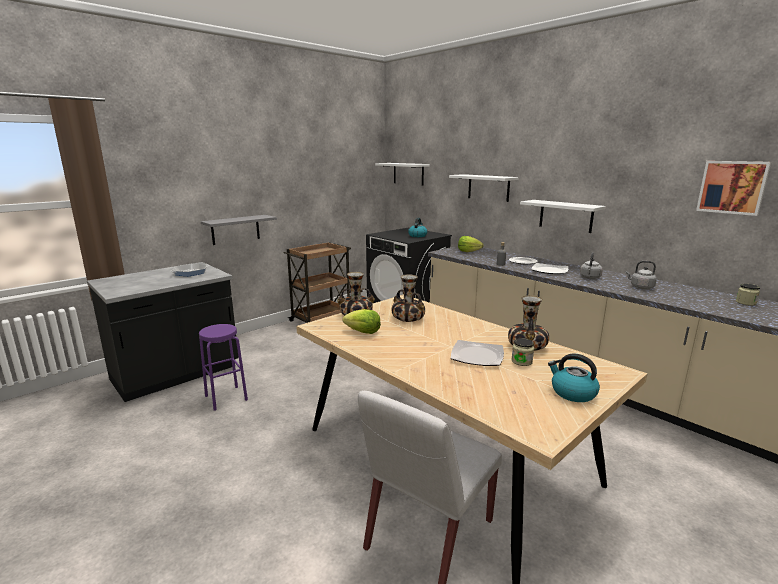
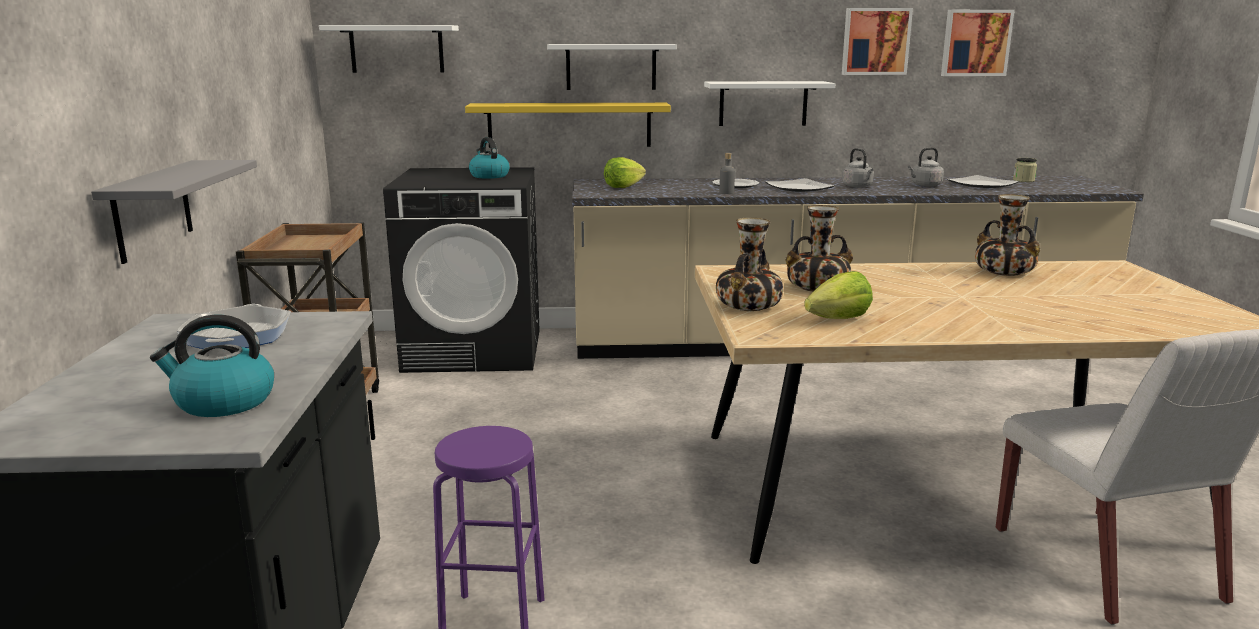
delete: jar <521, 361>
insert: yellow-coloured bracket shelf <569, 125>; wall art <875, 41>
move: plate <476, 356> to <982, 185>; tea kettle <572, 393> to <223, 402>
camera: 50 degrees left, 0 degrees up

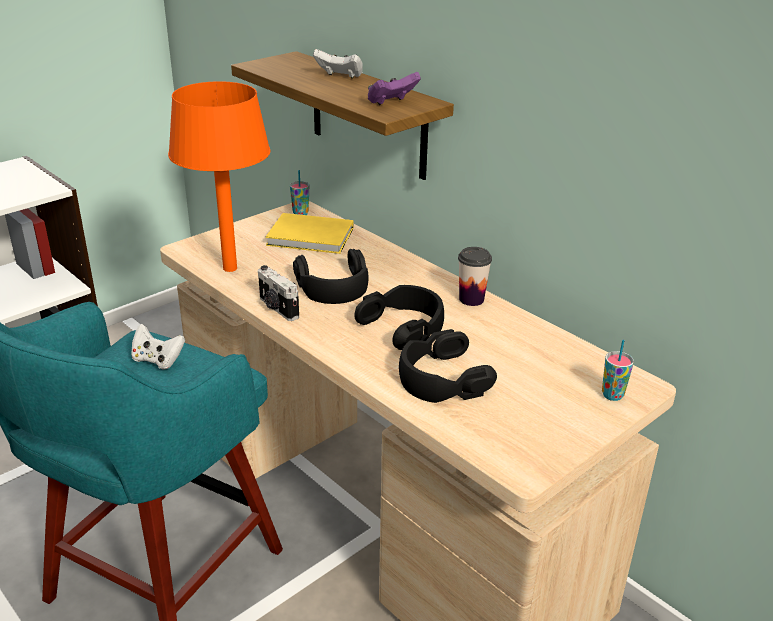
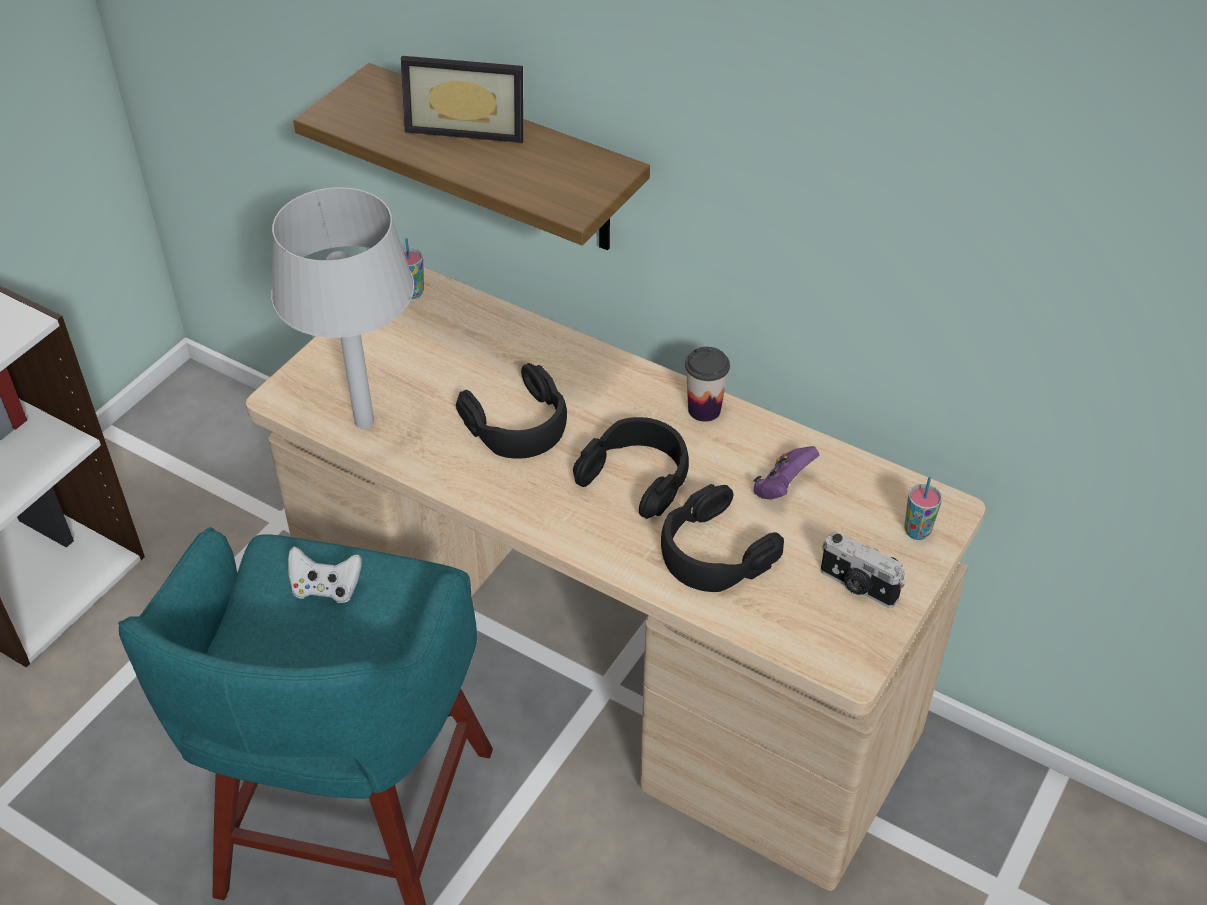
delete: yellow-coloured bound book <312, 237>
move: still camera <277, 308> to <857, 586>; purplish gamepad <391, 103> to <782, 487>
replace: white gamepad <340, 77> to photo frame <468, 125>
recolor: orangey tabletop lamp <229, 268> to greyish tabletop lamp <363, 421>
camera: 15 degrees left, 15 degrees up

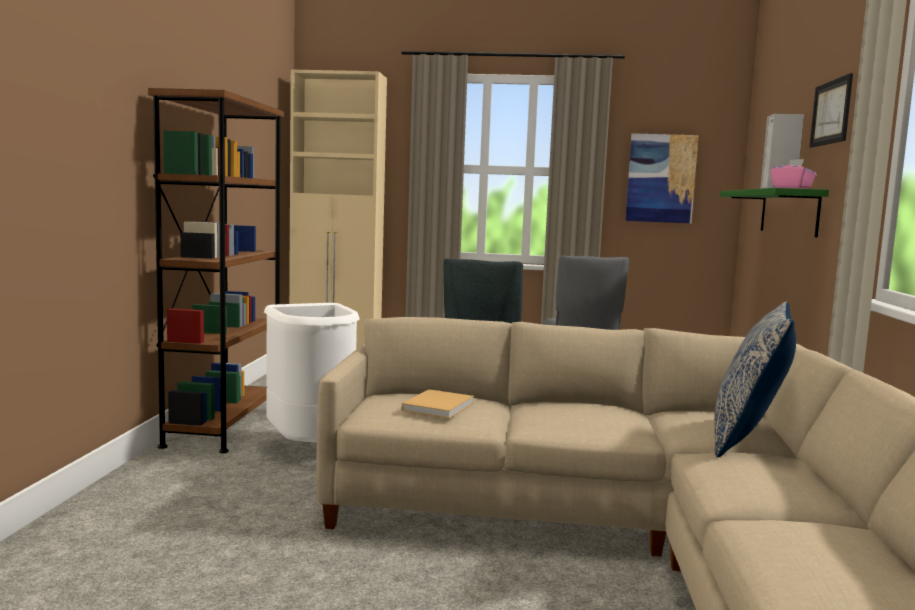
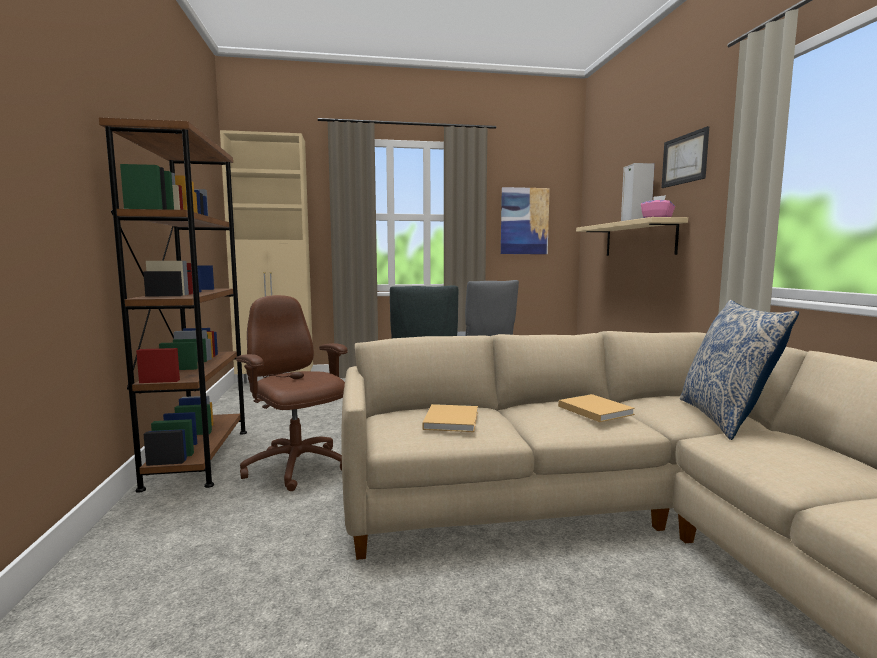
insert: beige-coloured bound book <593, 410>
replace: white trash can <313, 448> to brown office chair <297, 468>
recolor: green-coloured bracket shelf <788, 212> to beige-coloured bracket shelf <639, 239>
camera: 15 degrees left, 0 degrees up

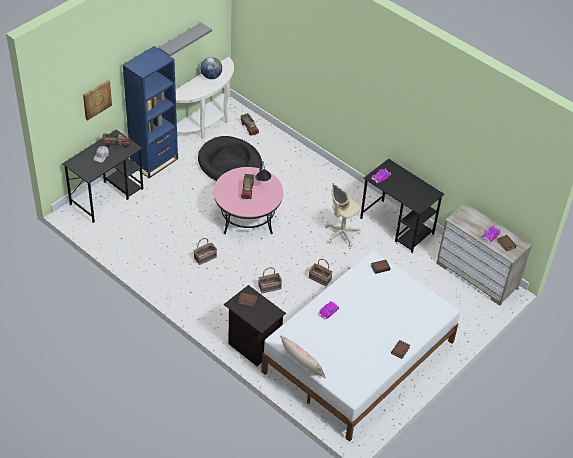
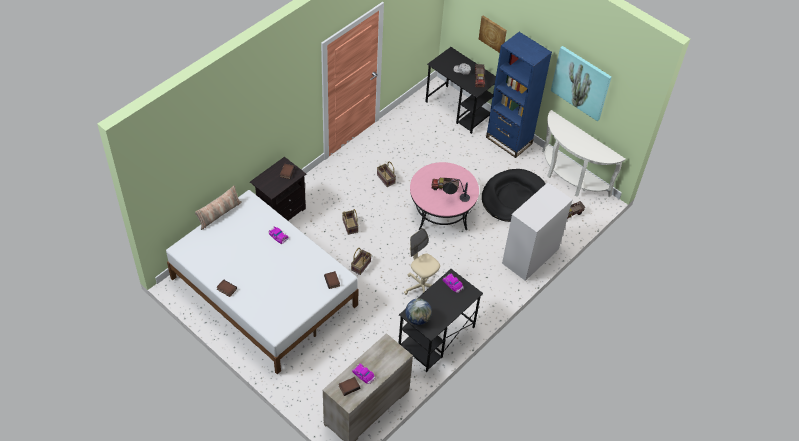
insert: white chest of drawers <530, 256>
move: globe <211, 76> to <417, 318>
replace: greyish bracket shelf <180, 42> to wall art <581, 82>
camera: 90 degrees right, 5 degrees up

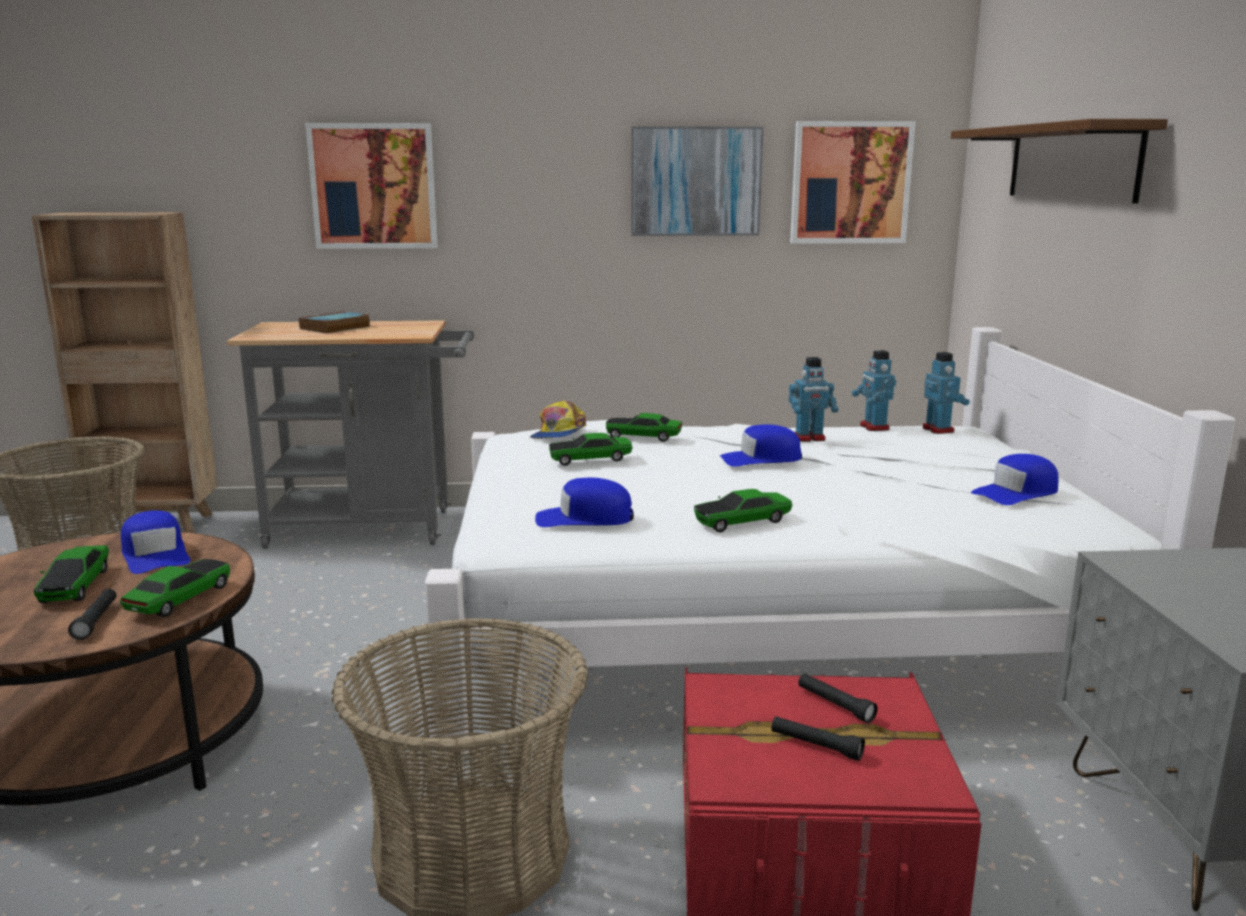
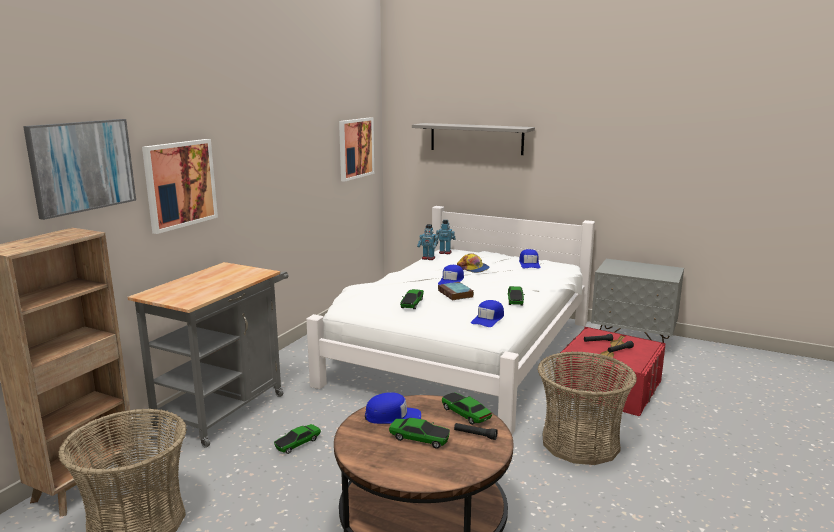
delete: robot figure <809, 438>
move: bound book <334, 328> to <456, 294>; baseball cap <559, 433> to <473, 268>; toy car <643, 437> to <297, 443>; wall art <695, 181> to <82, 166>
recolor: brown bracket shelf <1071, 162> to greyish bracket shelf <476, 138>
camera: 60 degrees left, 0 degrees up

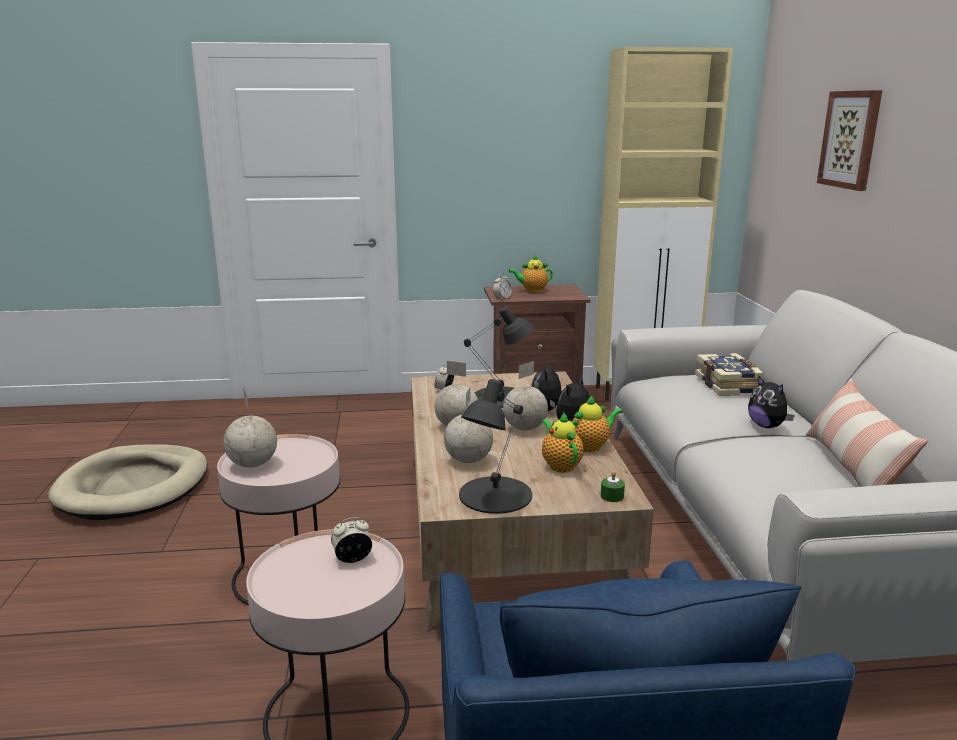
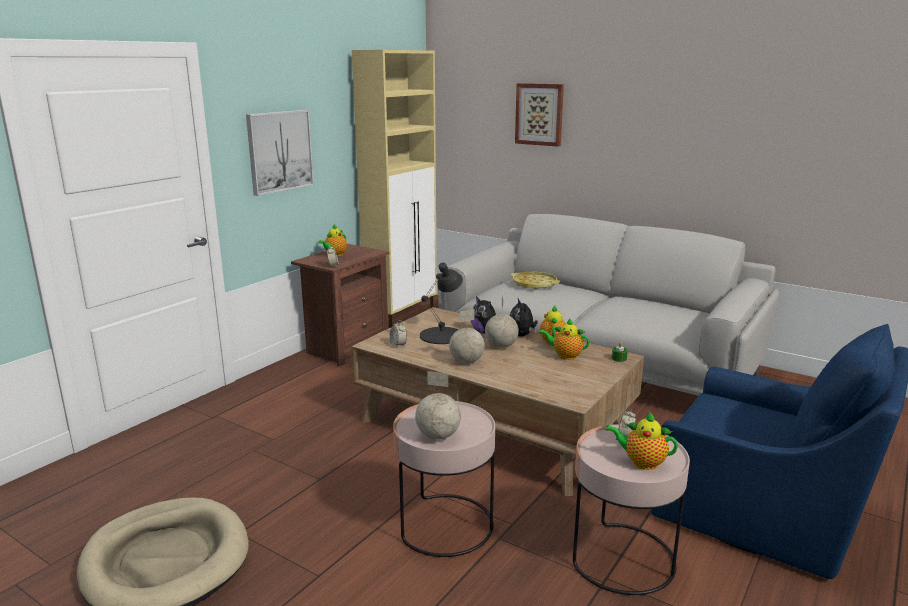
delete: globe <469, 460>; black-coloured tabletop lamp <494, 495>; plush toy <767, 426>; throw pillow <852, 467>
insert: wall art <279, 151>; pot for tea <641, 462>
replace: bound book <729, 385> to yellow-coloured serving tray <534, 284>
camera: 50 degrees left, 0 degrees up

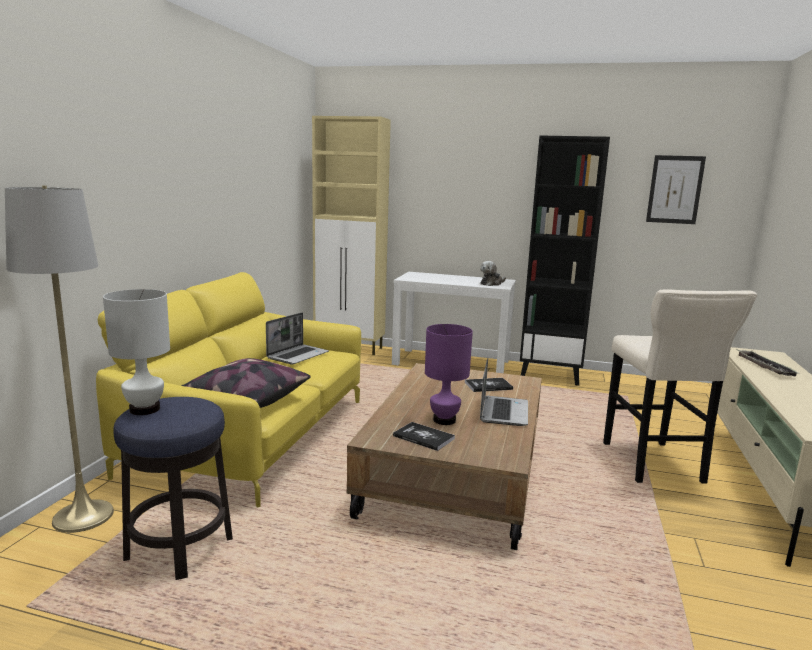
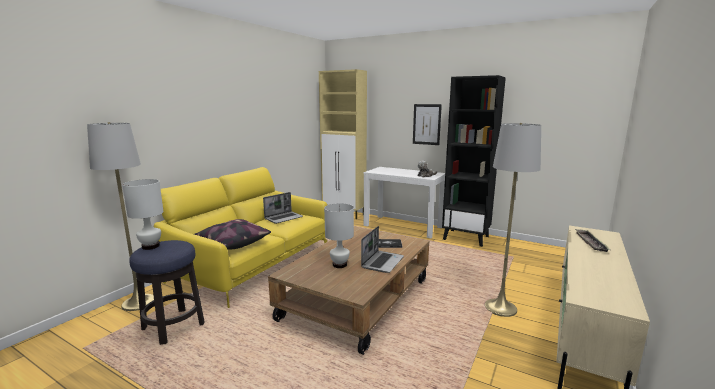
delete: bound book <423, 437>
move: wall art <675, 189> to <426, 124>
replace: beige-coloured stool <653, 465> to greyish standard lamp <500, 308>
recolor: purplish tabletop lamp <443, 420> to white tabletop lamp <339, 265>
camera: 15 degrees right, 0 degrees up

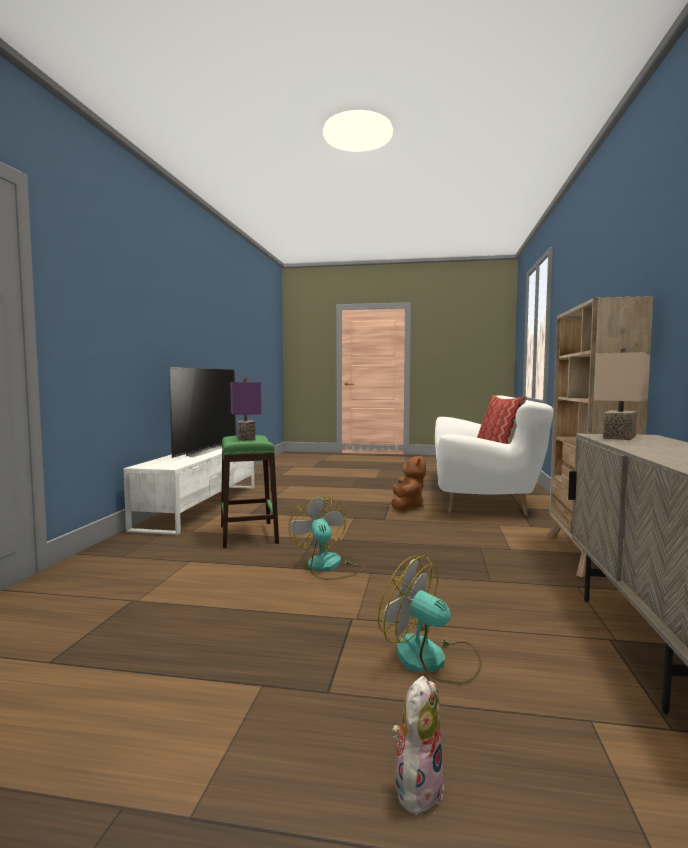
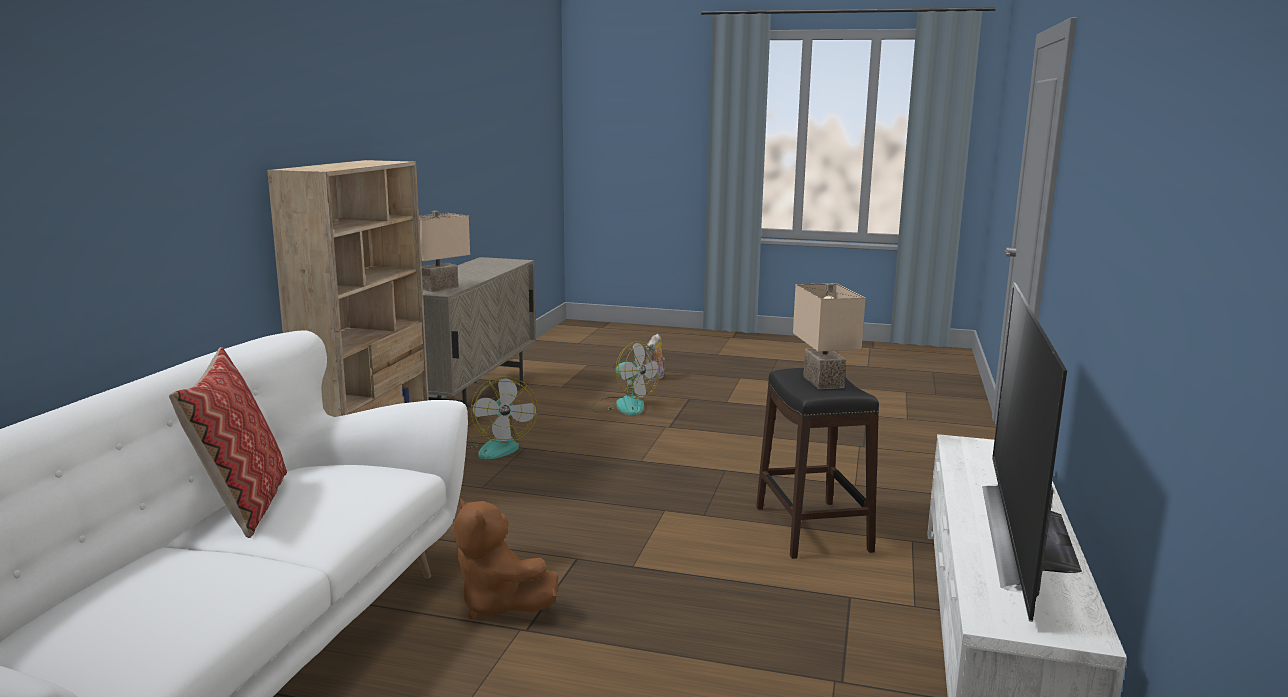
move: electric fan <328, 567> to <497, 446>
recolor: green-coloured stool <247, 534> to black-coloured stool <813, 528>; purplish tabletop lamp <247, 439> to beige-coloured tabletop lamp <820, 382>
rotate: brown plush toy <407, 506> = <499, 605> 60 degrees counterclockwise
camera: 175 degrees left, 10 degrees up

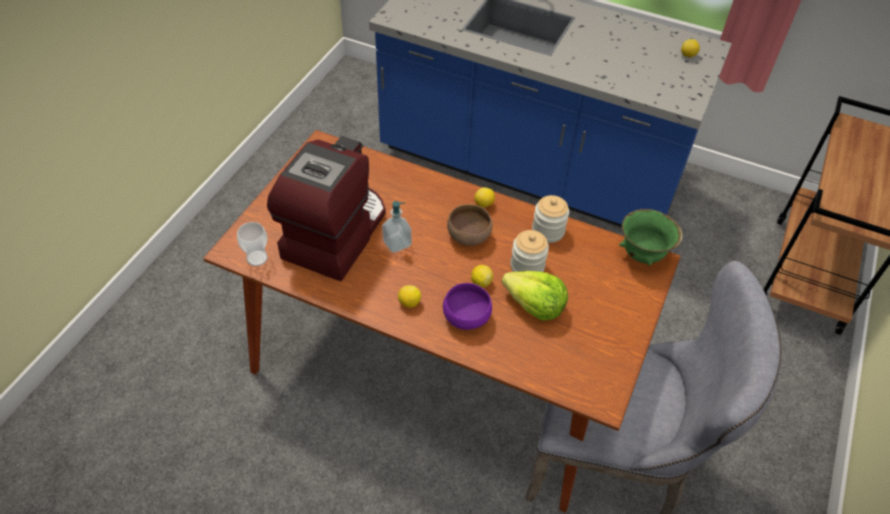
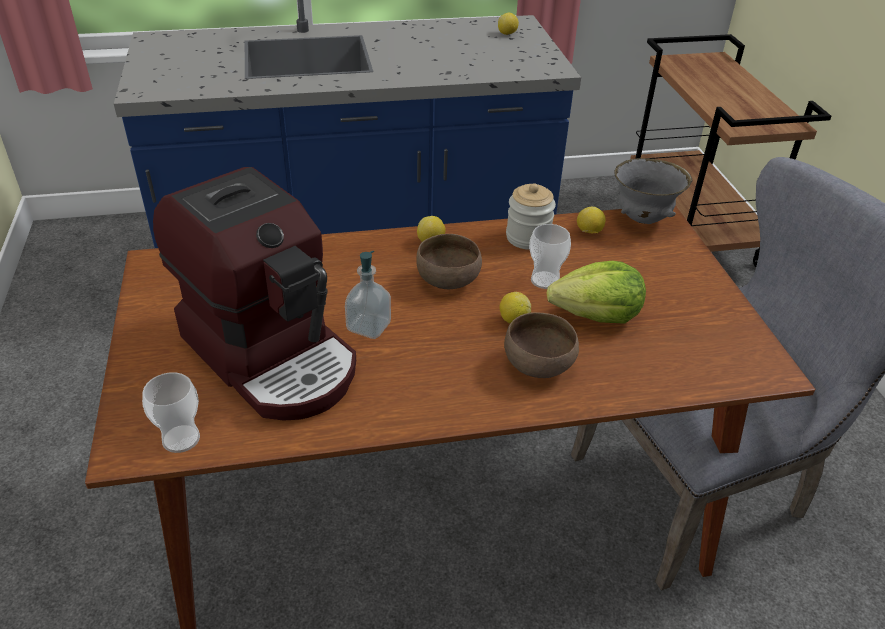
move: citrus fruit <409, 303> to <589, 232>
replace: jar <527, 266> to cup <545, 280>
recolor: purplish bowl <467, 317> to brown bowl <539, 364>; green-coloured bowl <642, 256> to greyish bowl <643, 219>
rotate: coffee brewer <334, 234> = <272, 354> 150 degrees clockwise
camera: 35 degrees left, 10 degrees down

